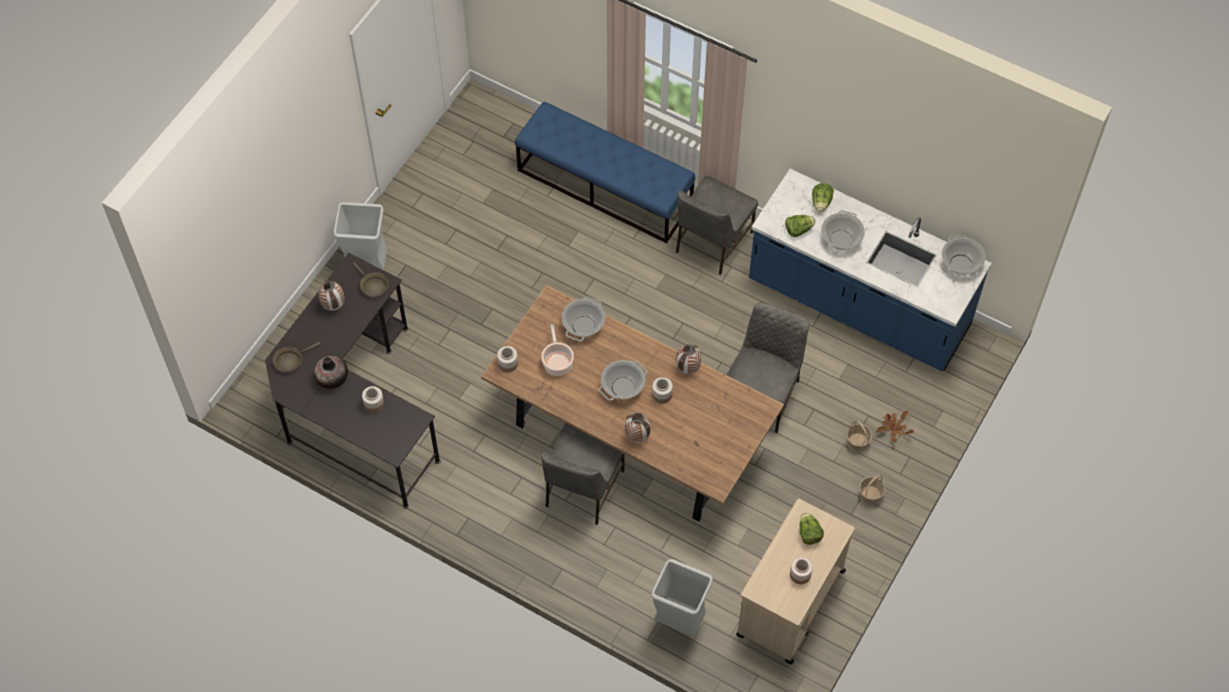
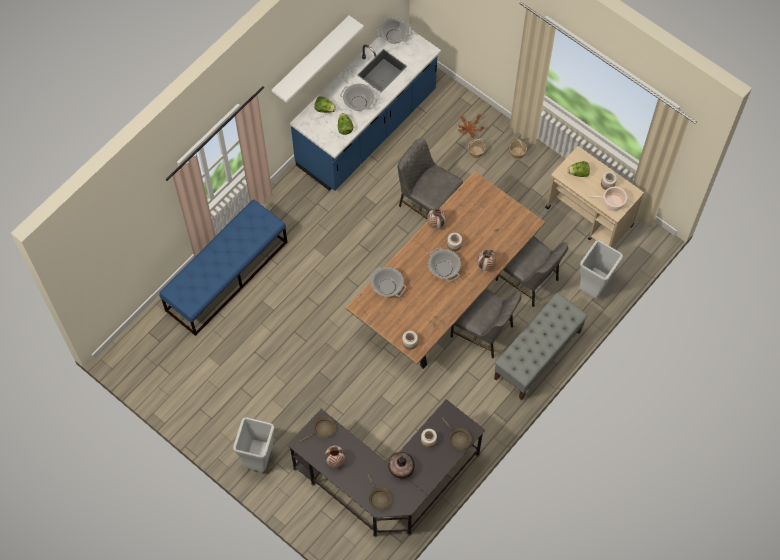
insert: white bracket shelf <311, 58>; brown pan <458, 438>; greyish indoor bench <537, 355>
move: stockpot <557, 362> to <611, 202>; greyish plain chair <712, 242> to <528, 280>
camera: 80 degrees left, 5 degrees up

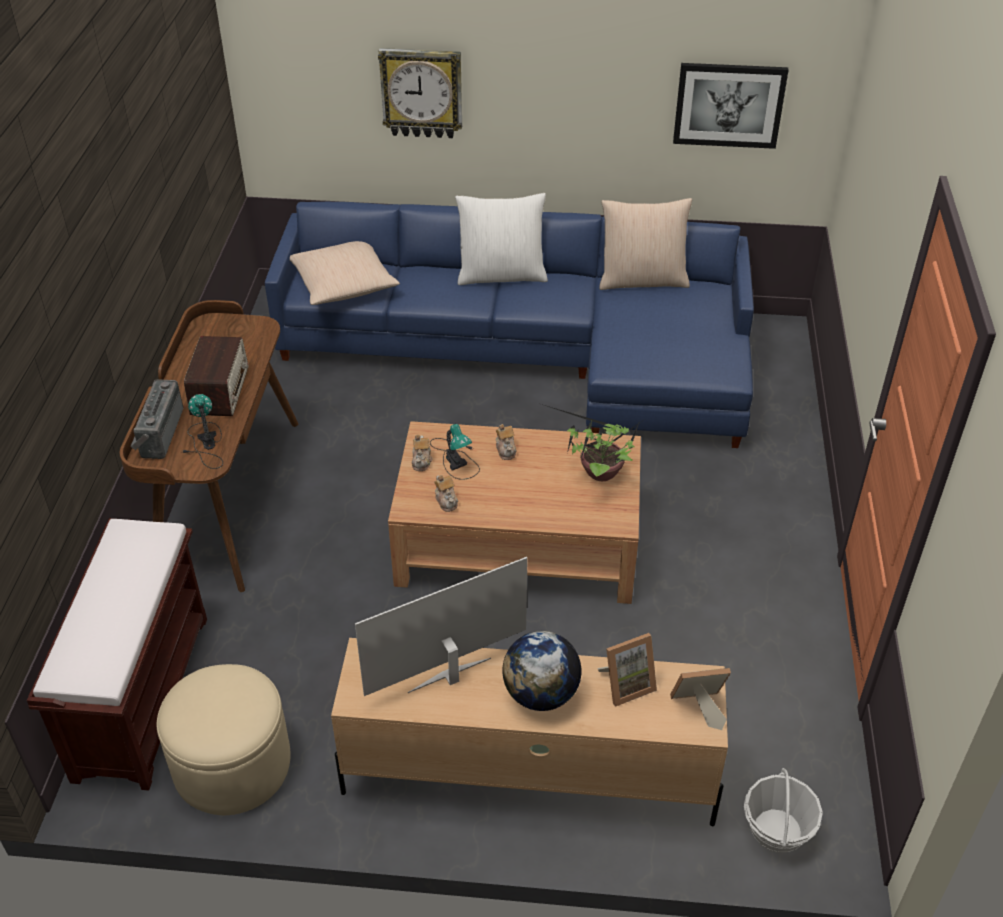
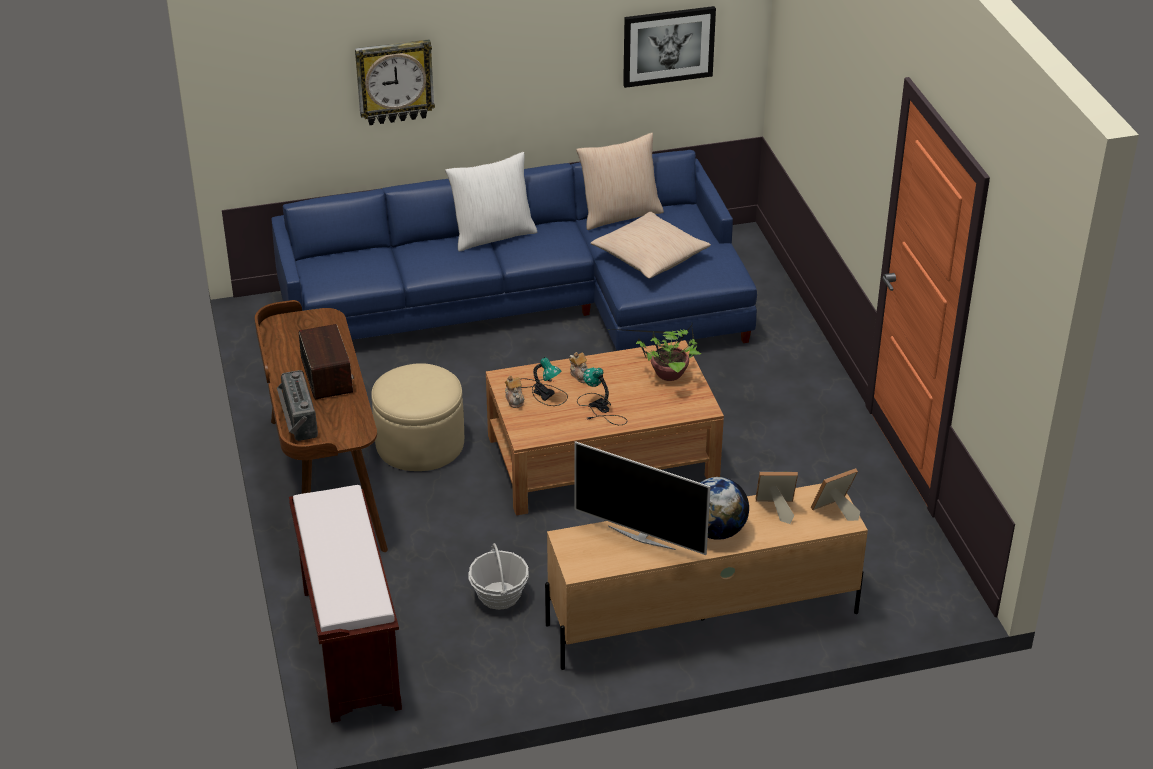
delete: pot for tea <446, 500>
move: beige-coloured footrest <232, 764> to <420, 443>; tabletop lamp <205, 444> to <600, 409>; beige-coloured throw pillow <343, 283> to <650, 256>; storage basket <777, 831> to <499, 596>
rotate: TV <450, 677> = <642, 537> 105 degrees counterclockwise; photo frame <626, 684> = <775, 509> 135 degrees counterclockwise
camera: 20 degrees left, 5 degrees down

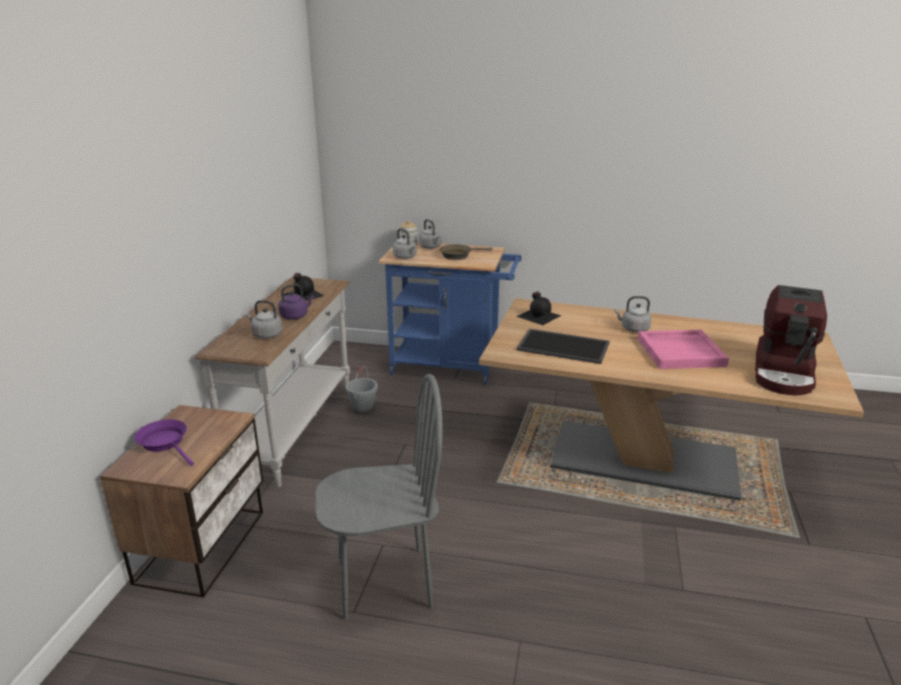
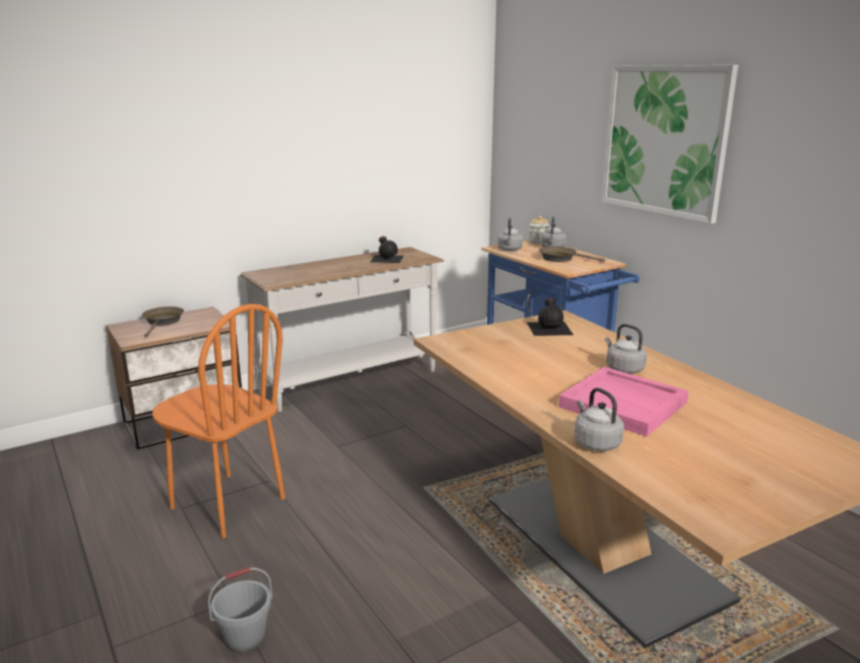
delete: purplish tea kettle <295, 316>; serving tray <564, 346>; coffee brewer <784, 373>
insert: wall art <664, 140>
move: greyish tea kettle <266, 335> to <595, 442>; greyish pail <363, 408> to <245, 638>
recolor: purplish pan <165, 443> to brown pan <163, 322>; greyish plain chair <384, 583> to orangey plain chair <227, 504>
camera: 45 degrees right, 5 degrees down

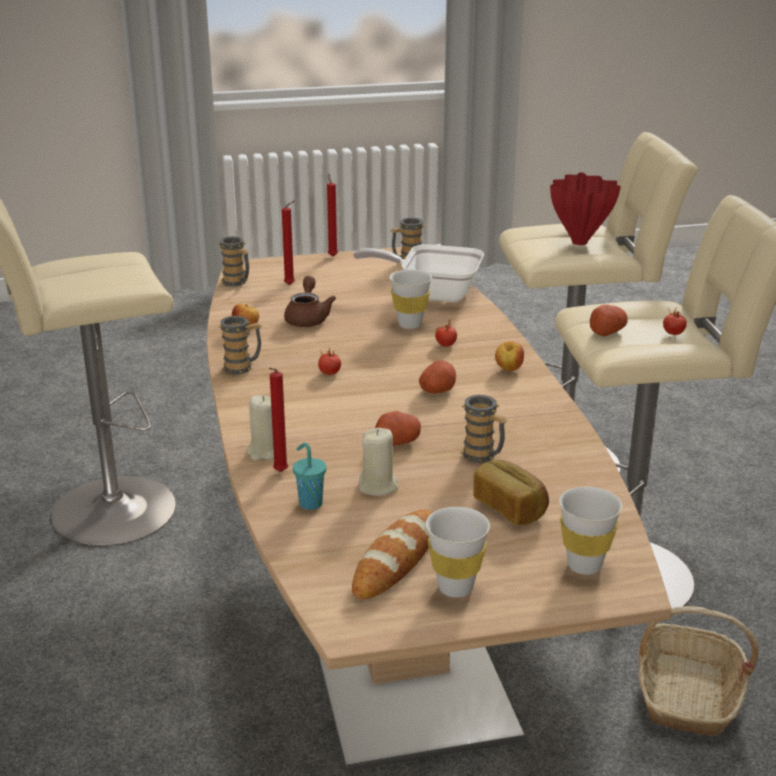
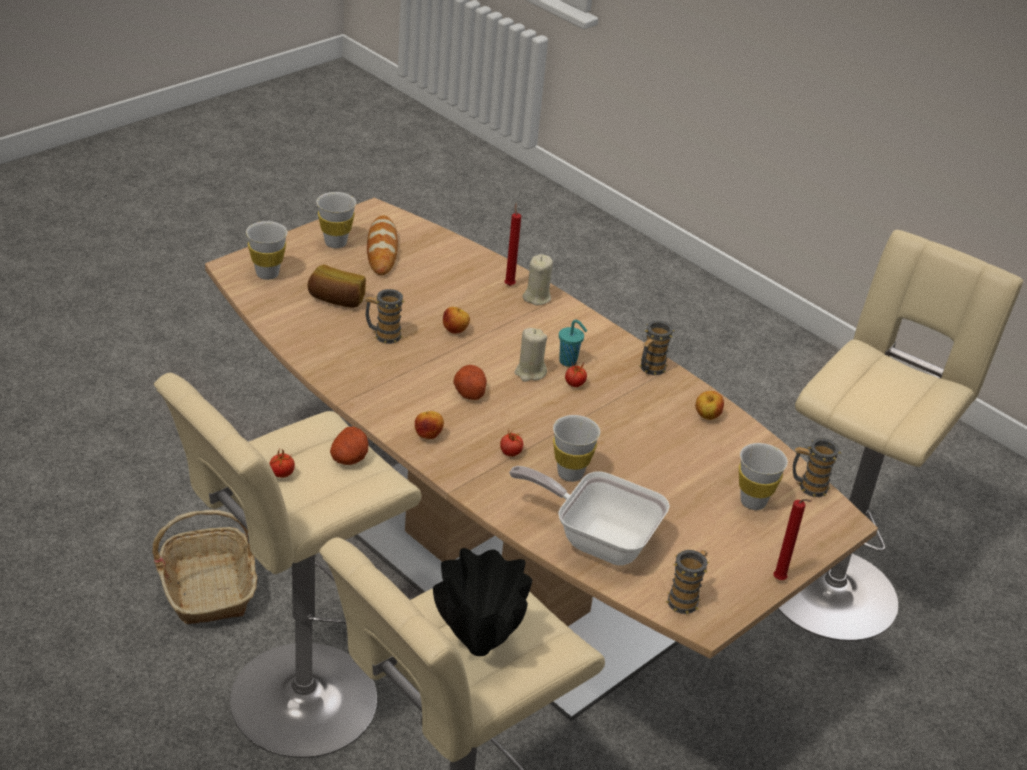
delete: brown pot for tea <308, 318>
move: blue-green cup <309, 503> to <569, 362>; beige-coloured candle <378, 486> to <530, 372>
replace: red-coloured candle <291, 285> to white cup <753, 502>; whole potato <397, 441> to whole apple <455, 331>
recolor: red-coloured flower vase <579, 243> to black-coloured flower vase <478, 646>
rotate: pan <432, 293> = <597, 539> 135 degrees counterclockwise
camera: 145 degrees right, 10 degrees up

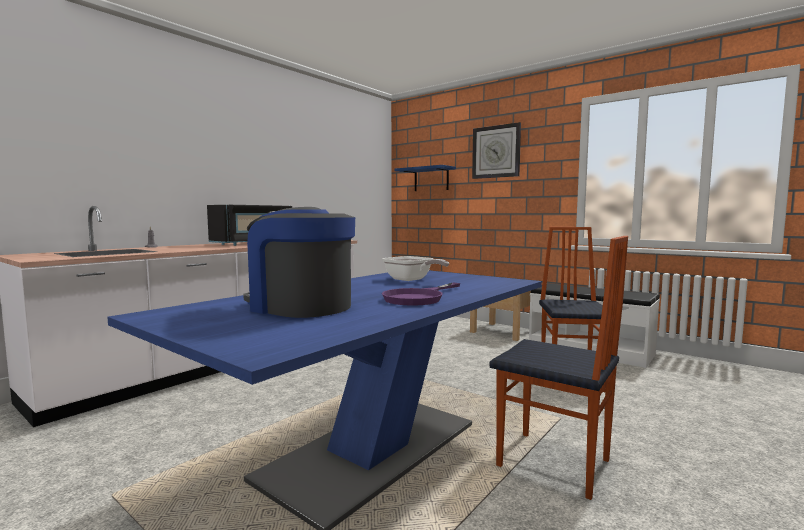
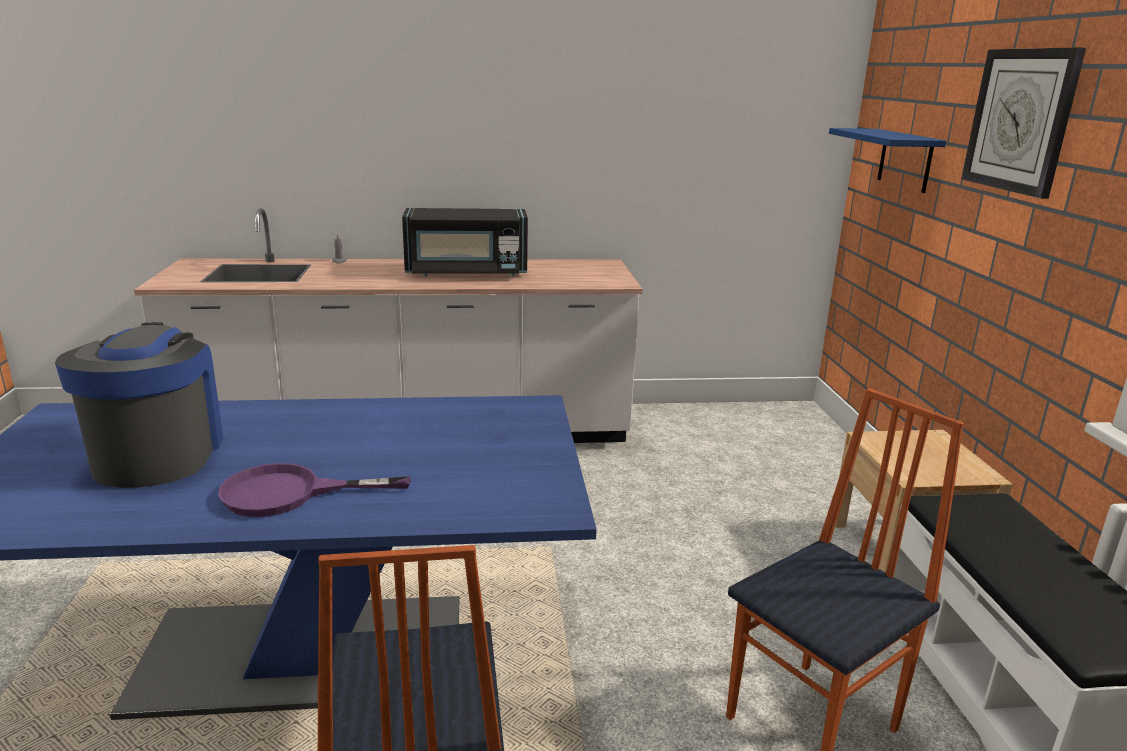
delete: pan <411, 280>
camera: 45 degrees right, 15 degrees up

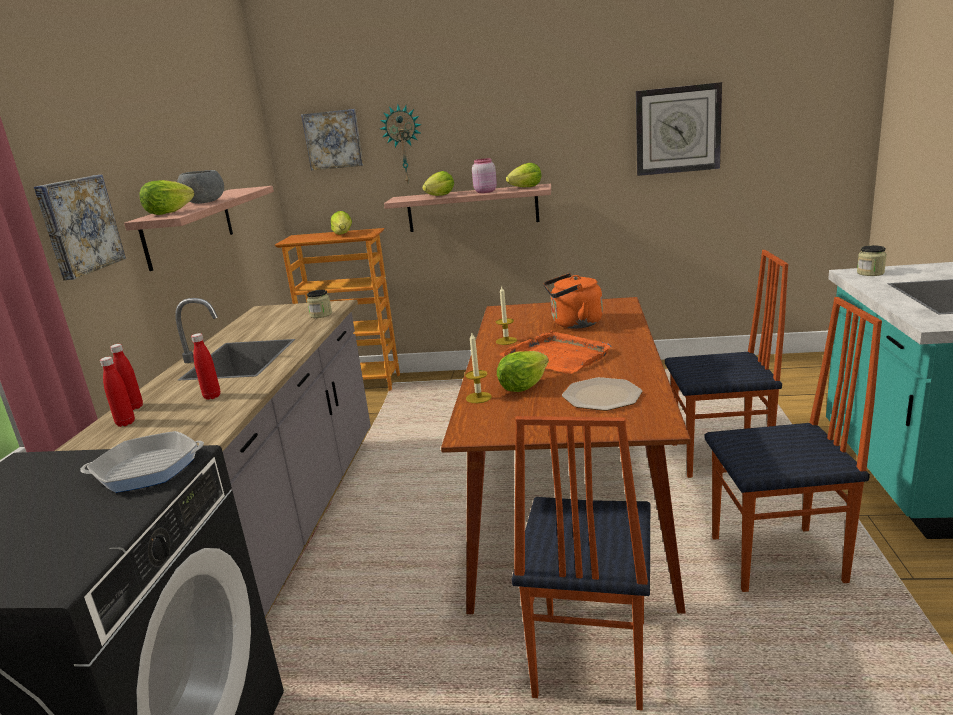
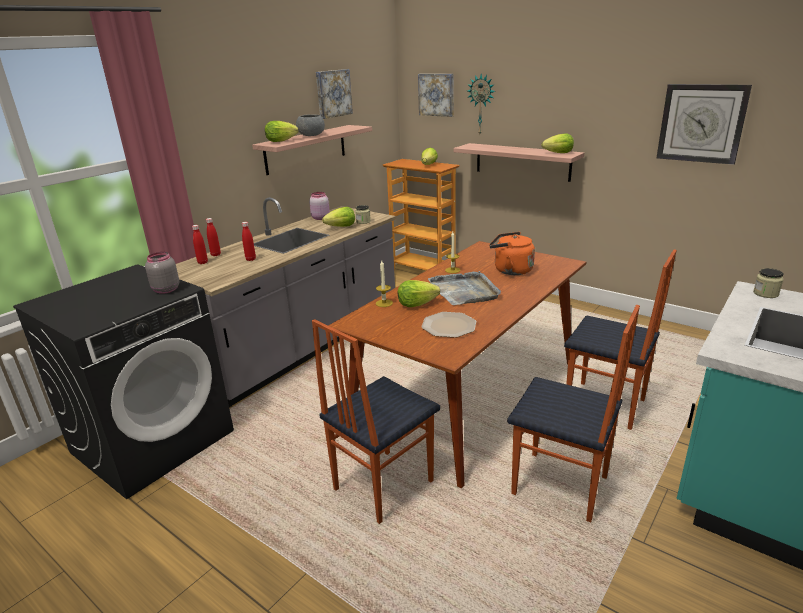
move: wall art <78, 226> to <333, 93>; lettuce <440, 196> to <341, 227>; pink-coloured jar <485, 192> to <320, 218>
replace: pan <147, 469> to greyish jar <165, 290>
recolor: orangey serving tray <557, 356> to greyish serving tray <464, 291>
camera: 30 degrees right, 5 degrees up

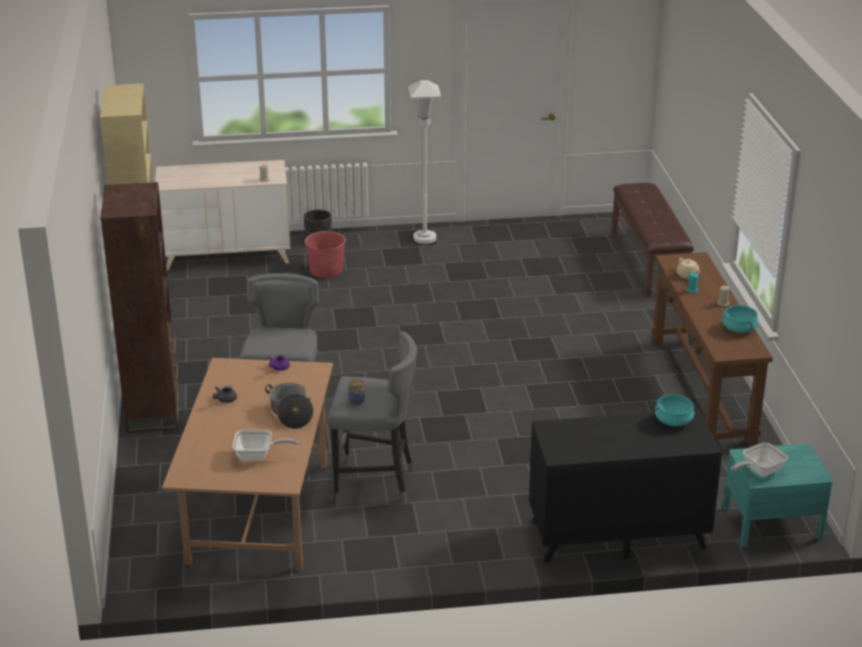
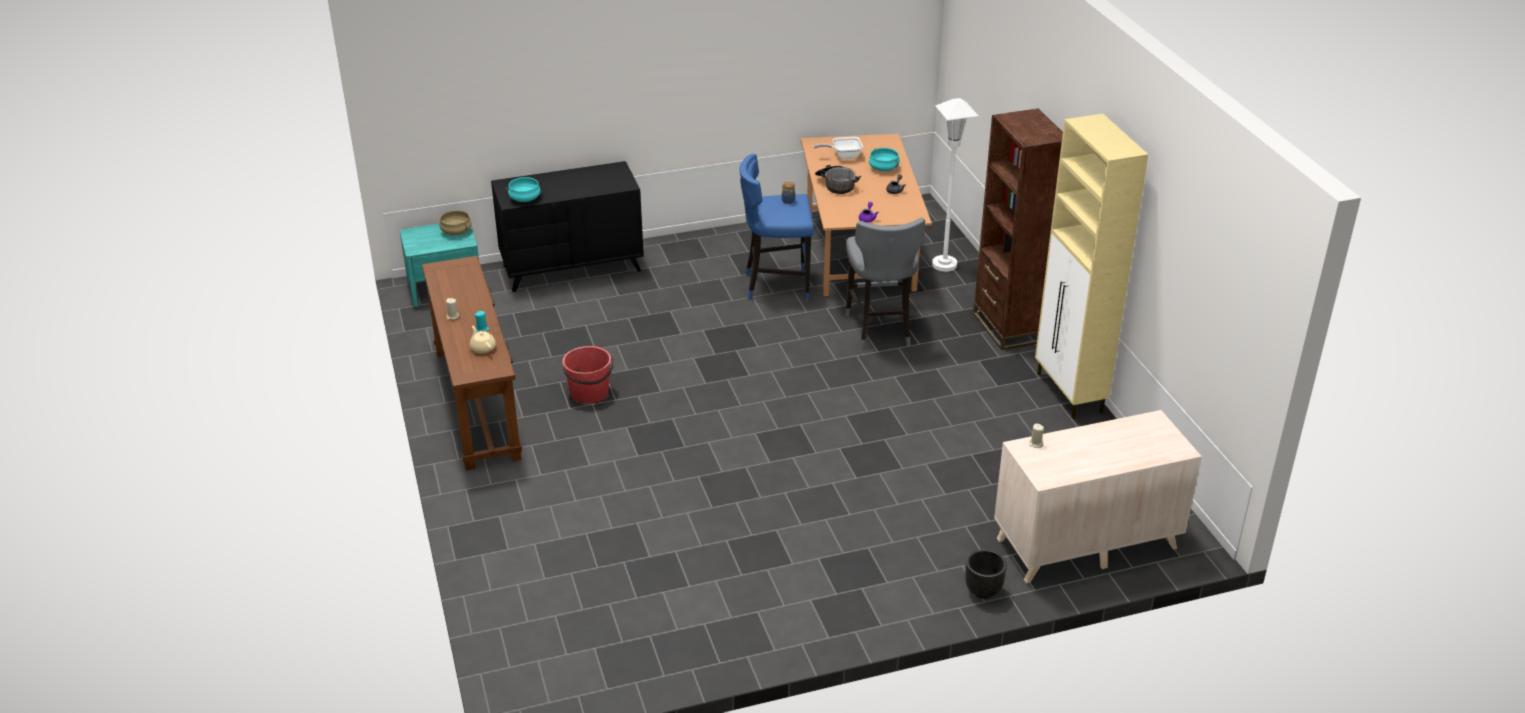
delete: brown indoor bench <649, 262>
move: red-coloured pail <326, 270> to <589, 392>; white standard lamp <425, 238> to <944, 265>; blue-green stockpot <738, 328> to <884, 168>
replace: pan <759, 471> to beige-coloured stockpot <456, 231>
recolor: greyish stool <375, 483> to blue-coloured stool <776, 285>
camera: 170 degrees right, 5 degrees up

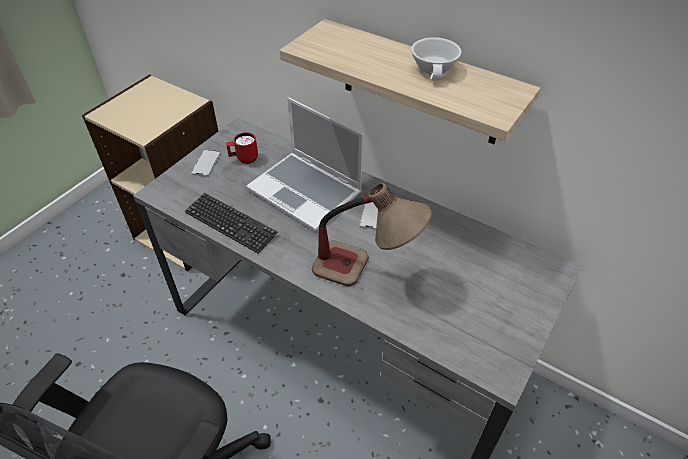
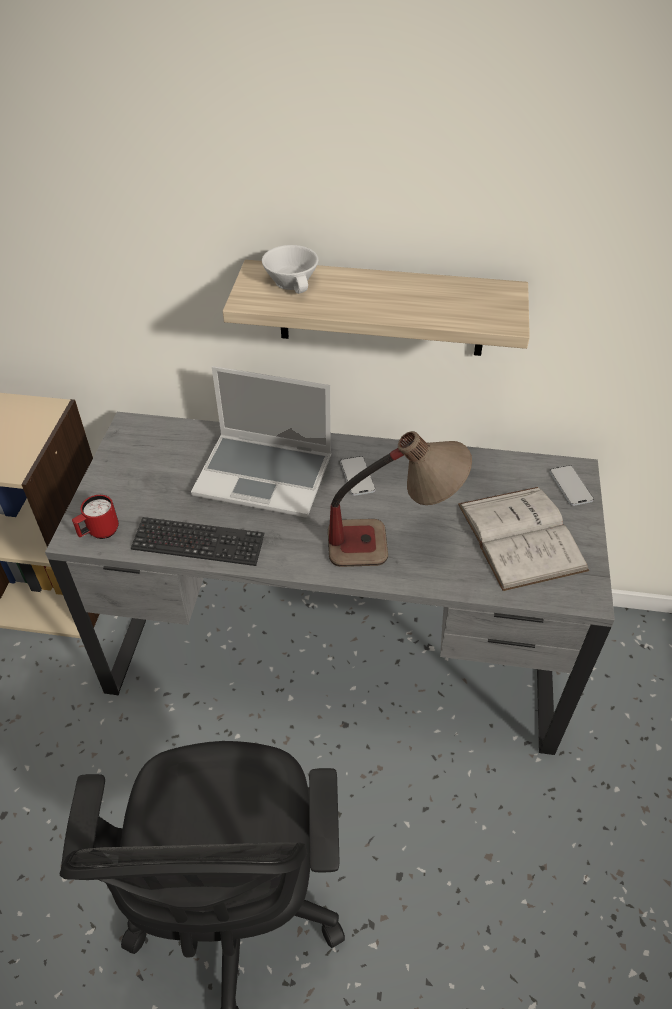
insert: white bound book <521, 536>
move: phone <206, 163> to <570, 486>; red-coloured mug <244, 159> to <99, 532>; white cup <435, 70> to <293, 281>
camera: 25 degrees left, 0 degrees up

